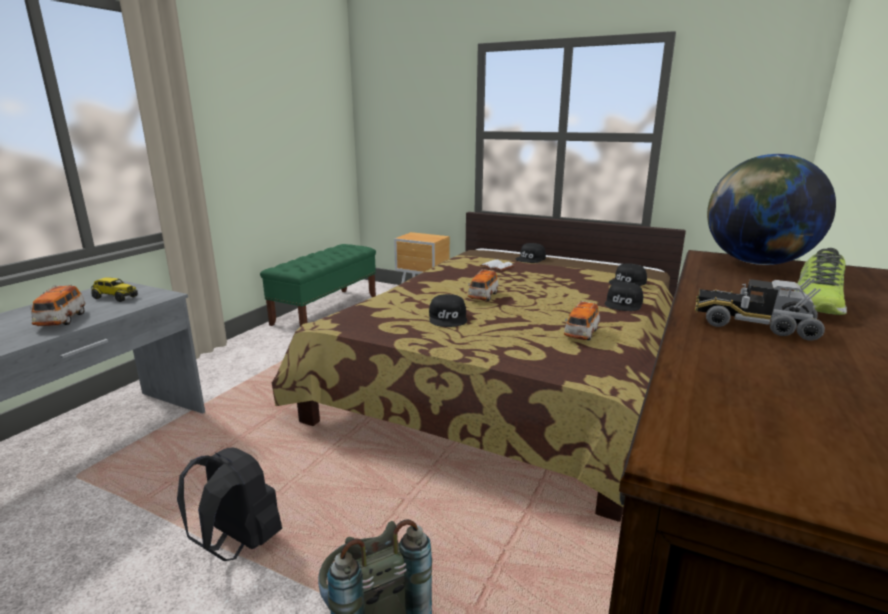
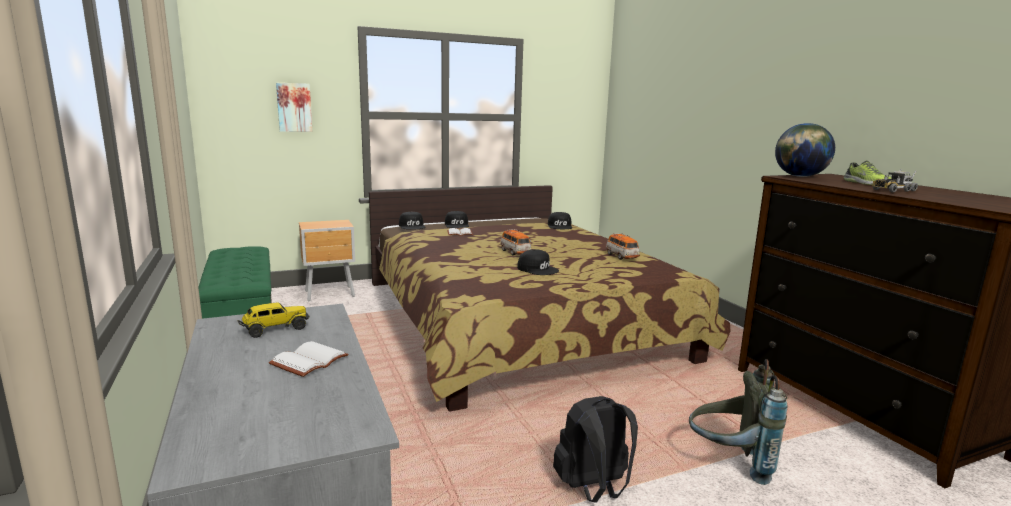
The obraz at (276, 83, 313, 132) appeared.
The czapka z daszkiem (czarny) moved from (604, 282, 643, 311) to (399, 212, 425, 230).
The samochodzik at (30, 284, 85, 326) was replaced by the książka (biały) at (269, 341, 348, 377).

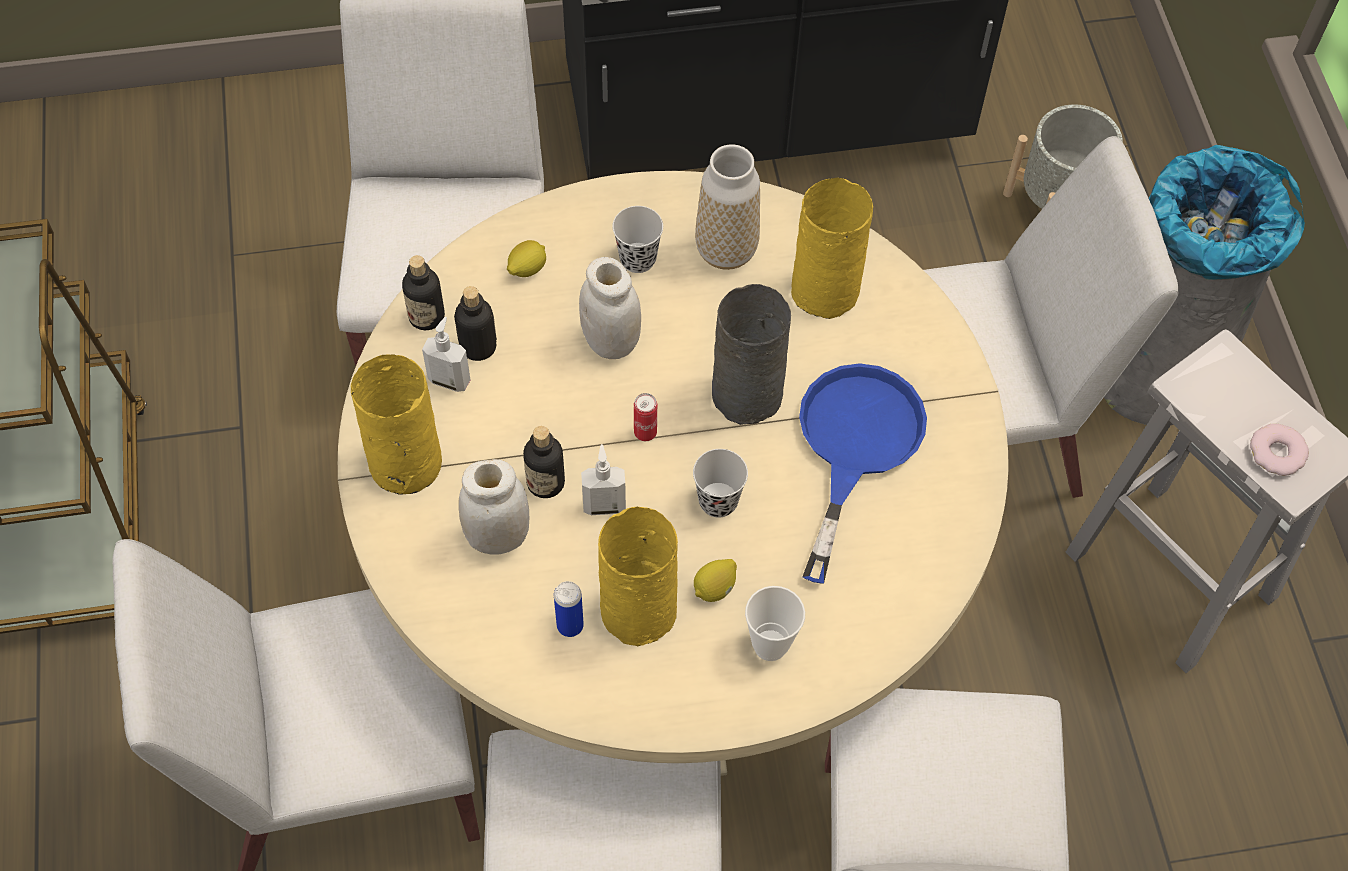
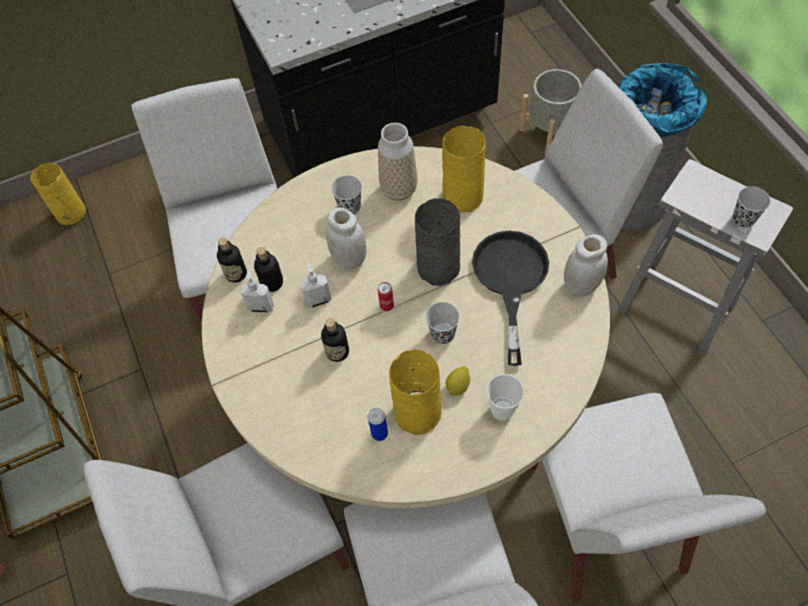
The cytryna at (507, 240, 546, 277) disappeared.
The wazon (żółty) moved from (351, 354, 442, 495) to (30, 163, 86, 225).
The słoik (biały) moved from (459, 459, 529, 555) to (564, 234, 608, 296).
The dozownik mydła moved from (581, 444, 626, 515) to (300, 263, 332, 308).
The donut at (1250, 424, 1309, 476) was replaced by the filiżanka (czarny) at (733, 186, 771, 228).
The patelnia (niebieski) at (799, 363, 927, 584) became the patelnia (czarny) at (472, 231, 549, 366).

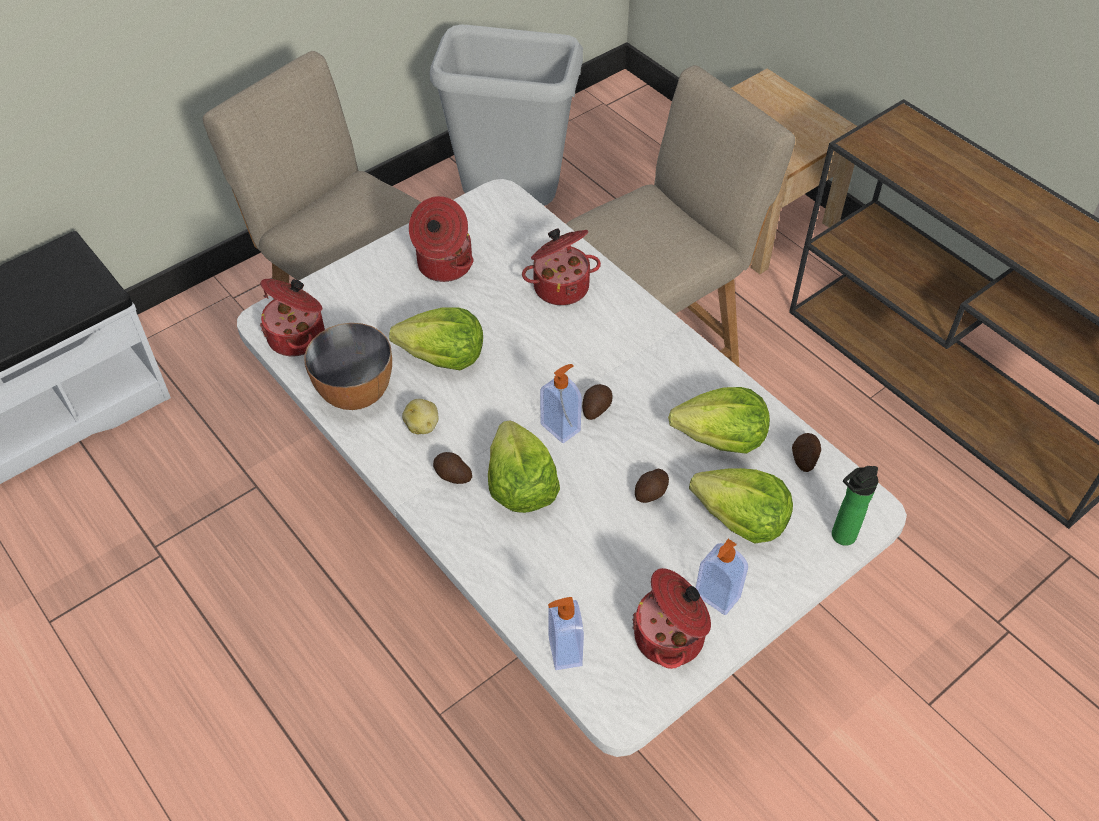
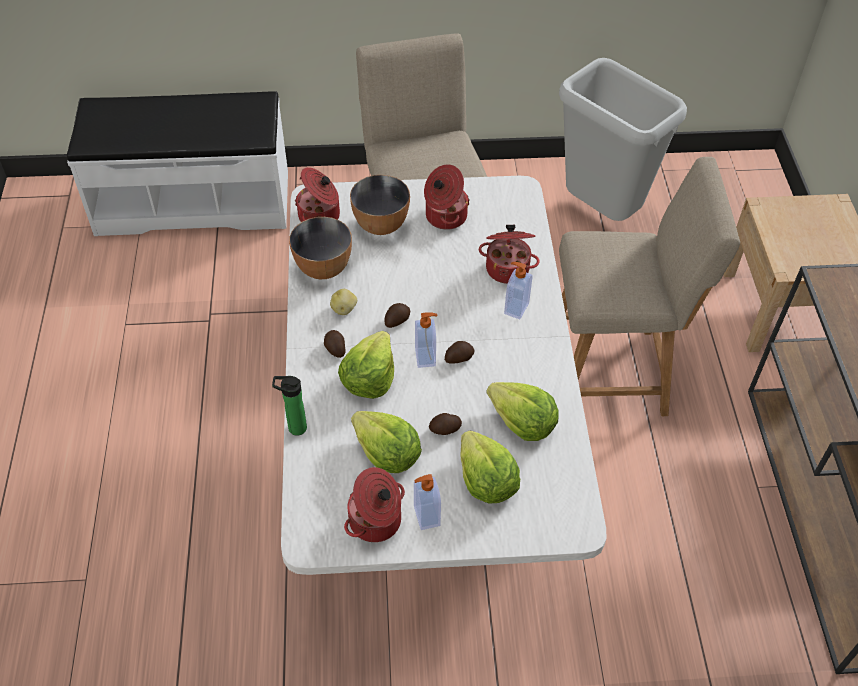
The miska at (350, 175, 410, 235) appeared.
The sałata moved from (389, 307, 483, 370) to (351, 411, 422, 473).
The dozownik mydła moved from (548, 597, 584, 670) to (504, 262, 533, 319).
The ziemniak moved from (792, 433, 821, 472) to (385, 303, 410, 328).
The butelka moved from (832, 466, 878, 546) to (272, 376, 307, 436).

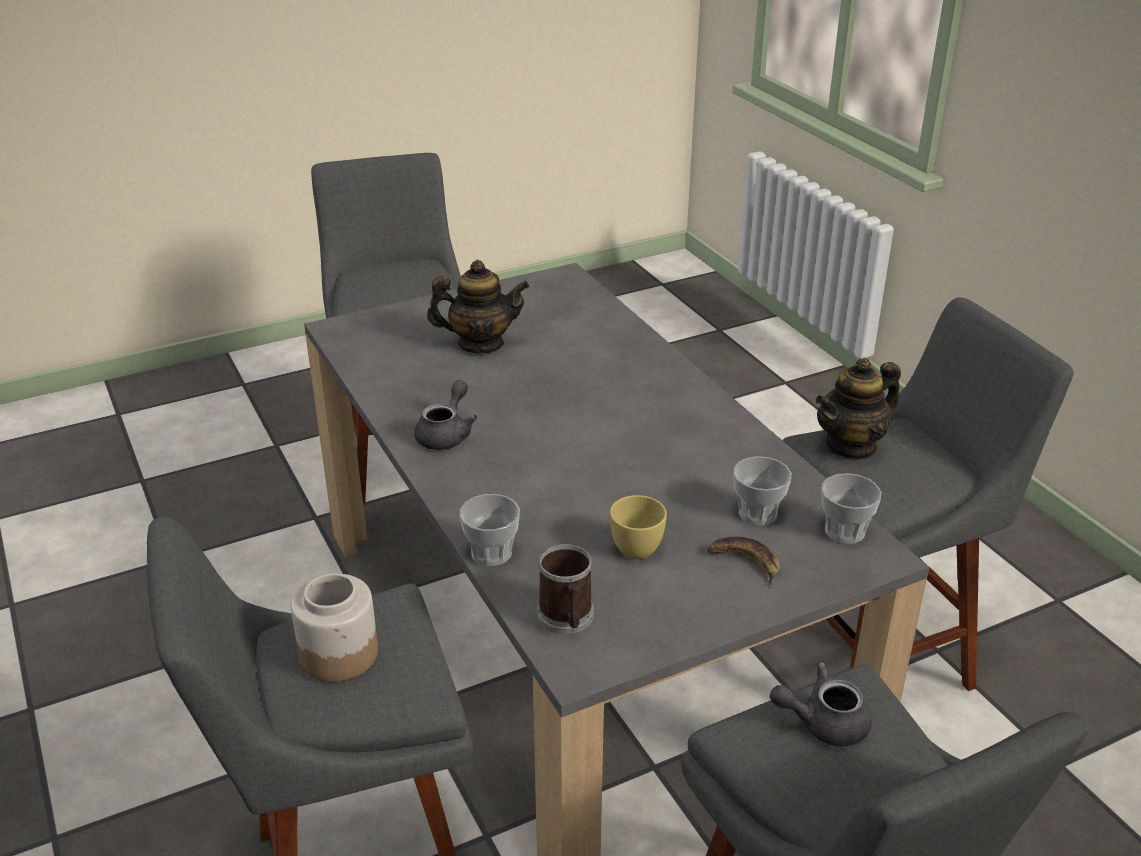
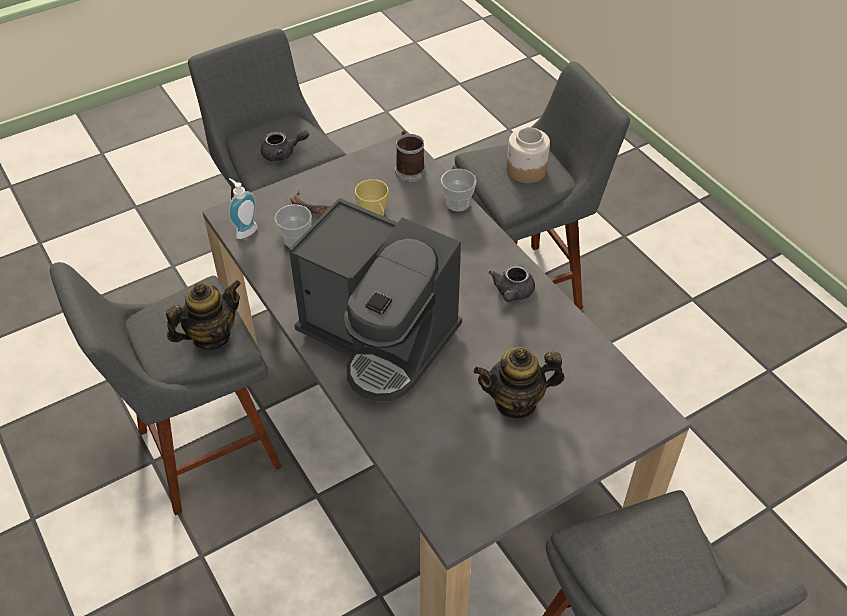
The ekspres do kawy at (289, 198, 462, 402) appeared.
The filiżanka at (821, 473, 881, 544) was replaced by the dozownik mydła at (228, 178, 258, 239).

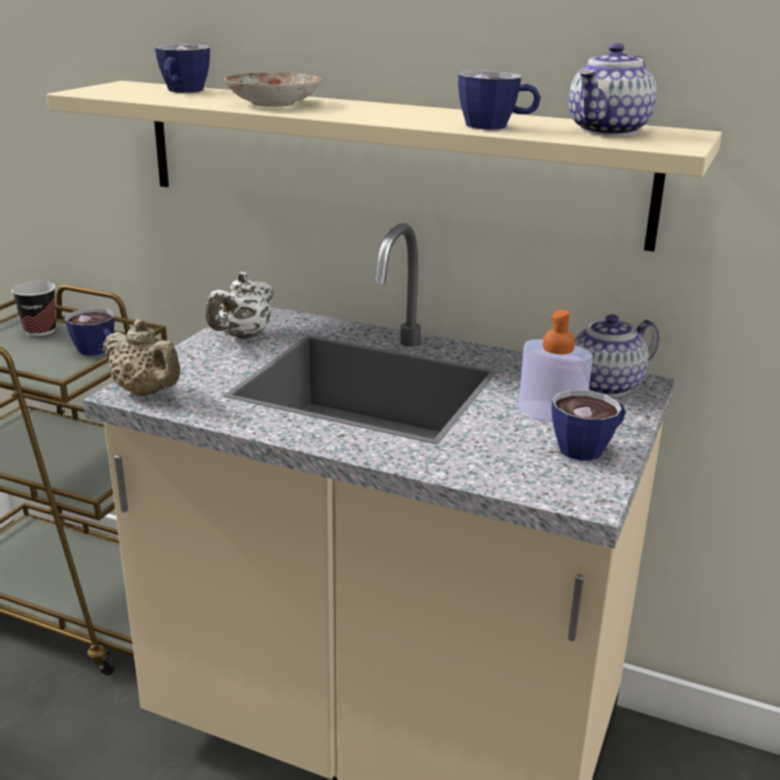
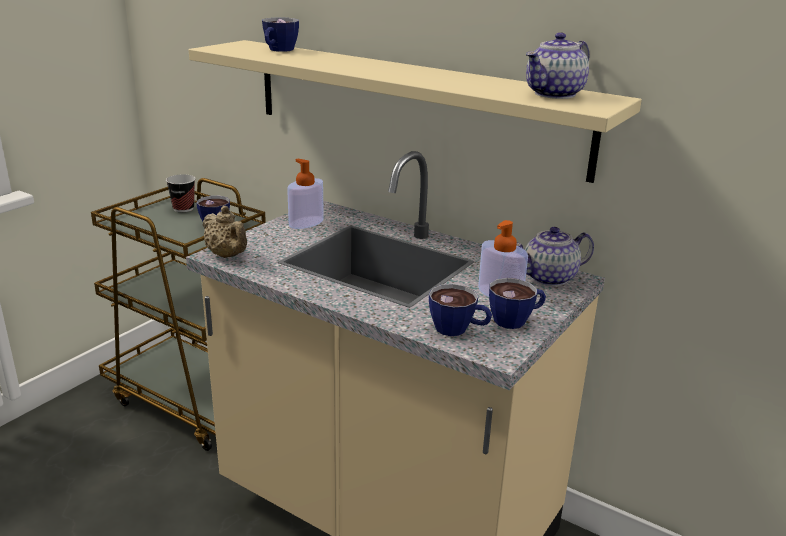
The talerz at (224, 73, 321, 107) disappeared.
The filiżanka moved from (458, 71, 541, 130) to (429, 284, 492, 336).
The imbryk (biały) at (205, 272, 273, 339) was replaced by the dozownik mydła at (287, 159, 324, 229).

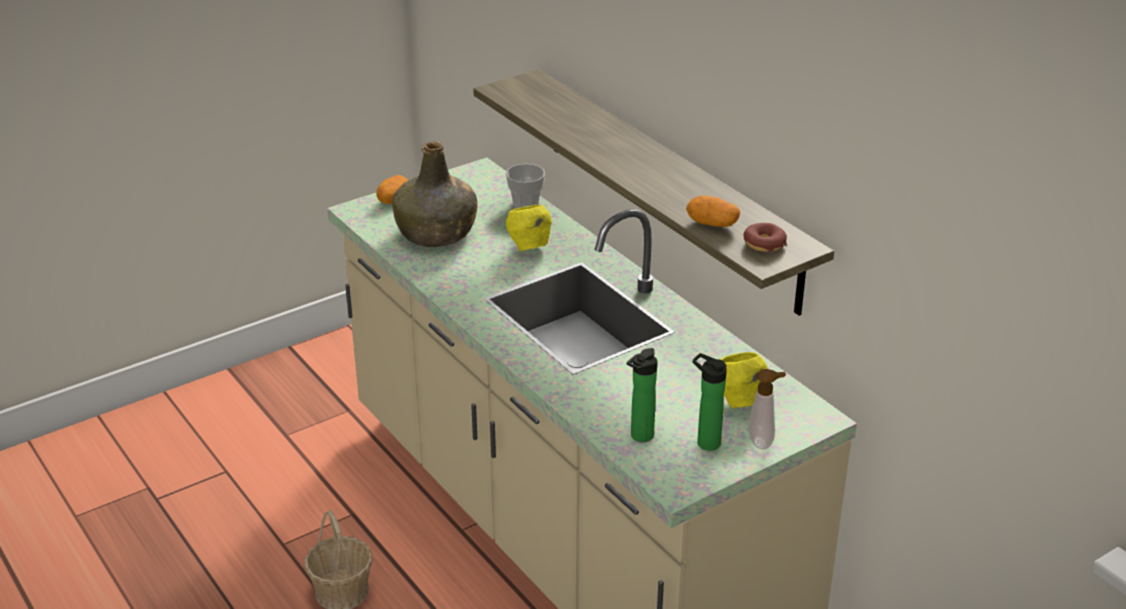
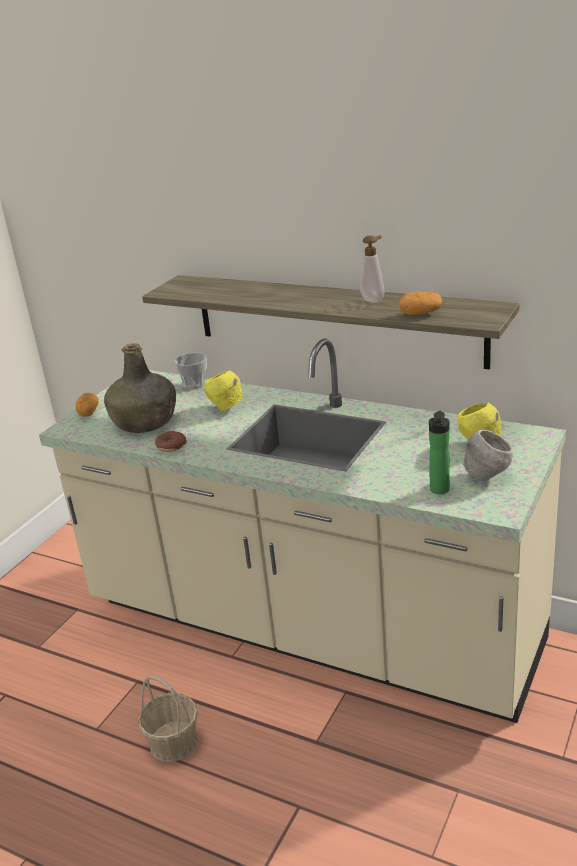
The donut moved from (743, 223, 787, 252) to (155, 431, 187, 452).
The dozownik mydła moved from (748, 369, 786, 449) to (360, 235, 384, 303).
The butelka at (693, 353, 727, 451) was replaced by the miska (szary) at (463, 429, 513, 481).

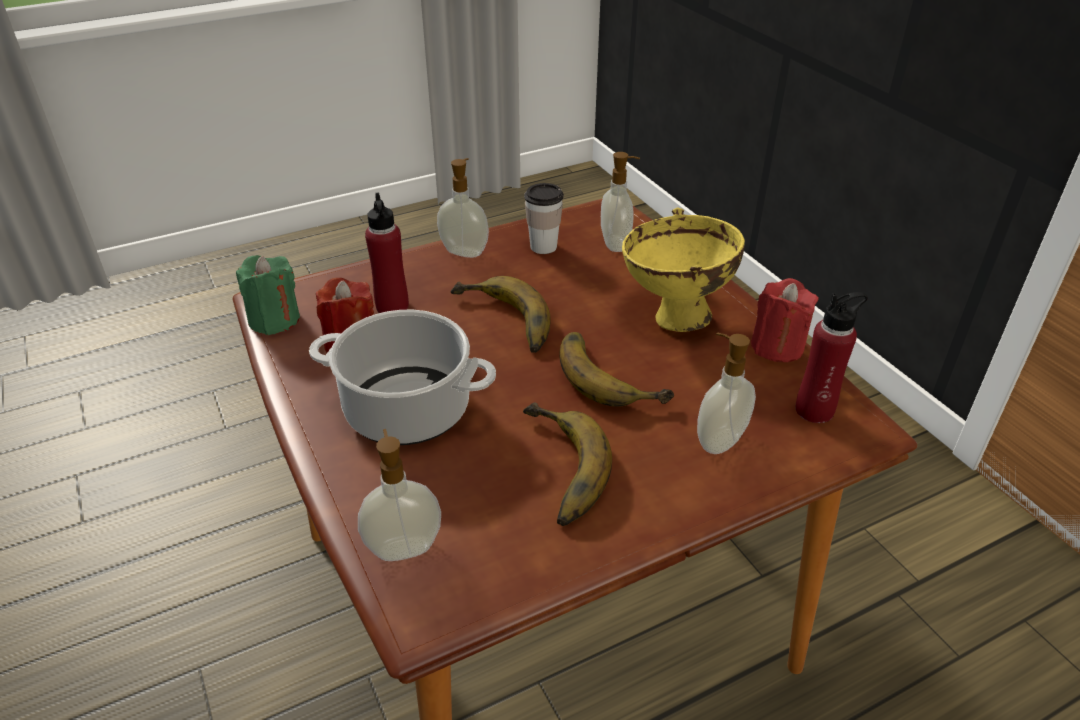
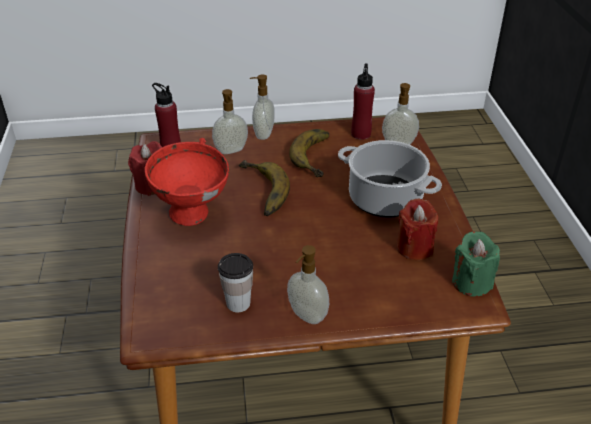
The banan at (450, 276, 551, 353) disappeared.
The butelka (czerwony) moved from (365, 192, 409, 313) to (351, 63, 375, 140).
The dozownik mydła moved from (601, 152, 640, 252) to (250, 75, 275, 140).
The miska (żółty) at (622, 207, 745, 332) became the miska (czerwony) at (144, 138, 229, 226).

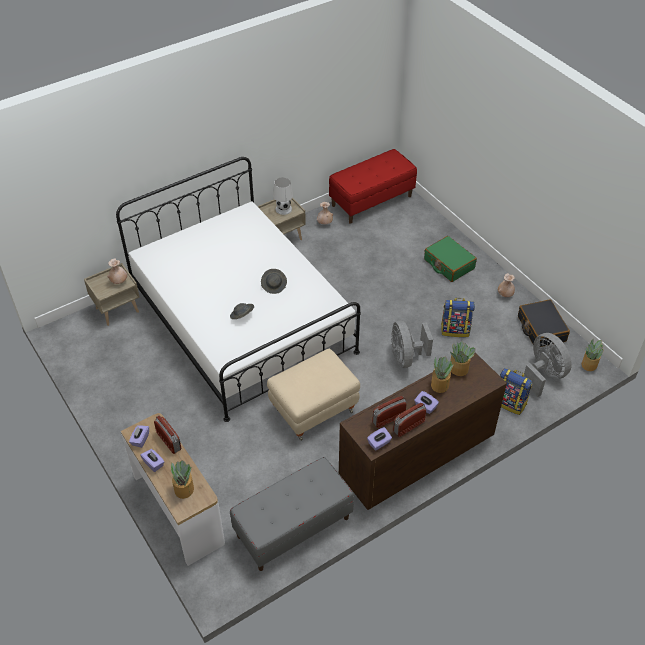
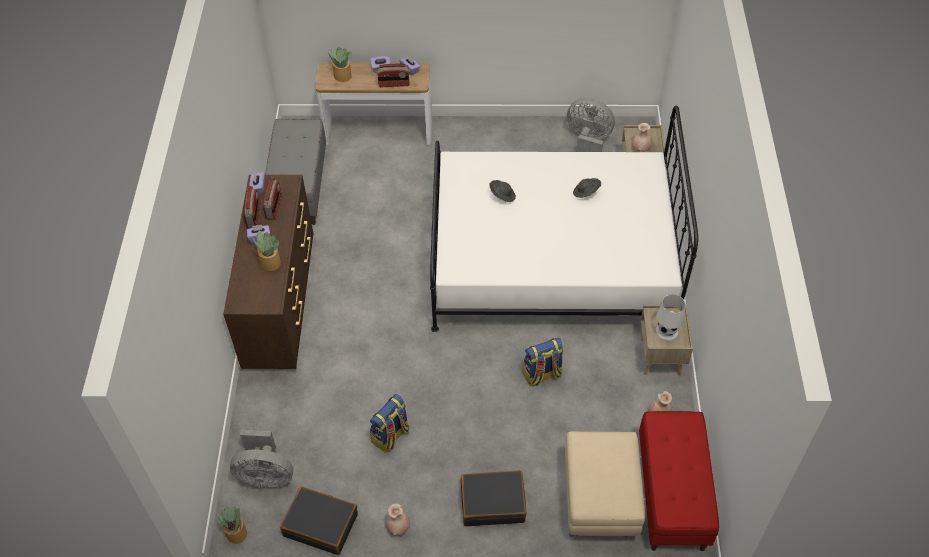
The roślina doniczkowa at (450, 341, 476, 376) disappeared.
The kapelusz (szary) moved from (261, 269, 287, 294) to (573, 178, 601, 198).
The pufa (beżowy) moved from (267, 349, 360, 441) to (565, 431, 645, 537).
The wentylator (szary) moved from (391, 321, 433, 368) to (567, 98, 615, 152).
The plecak moved from (500, 368, 532, 415) to (523, 337, 563, 386).
The walizka (zielony) at (424, 236, 477, 282) became the walizka (czarny) at (461, 470, 526, 526).

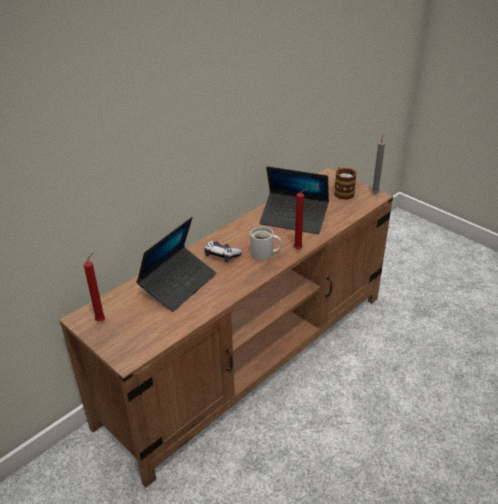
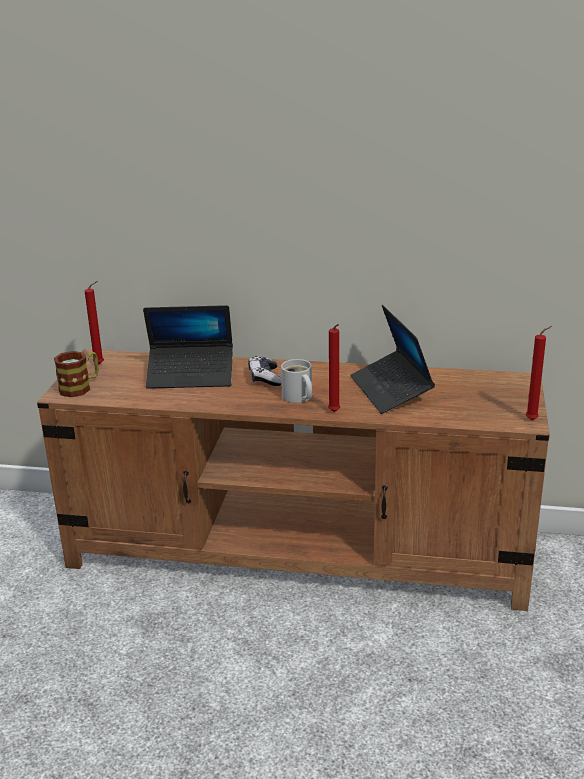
The kubek moved from (334, 166, 357, 200) to (54, 351, 99, 397).
The świeca (szary) at (372, 135, 385, 194) became the świeca (czerwony) at (526, 326, 552, 420).

